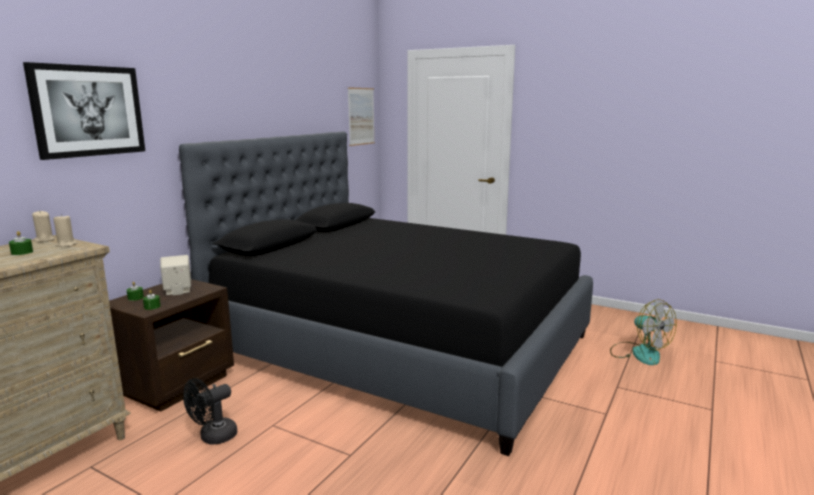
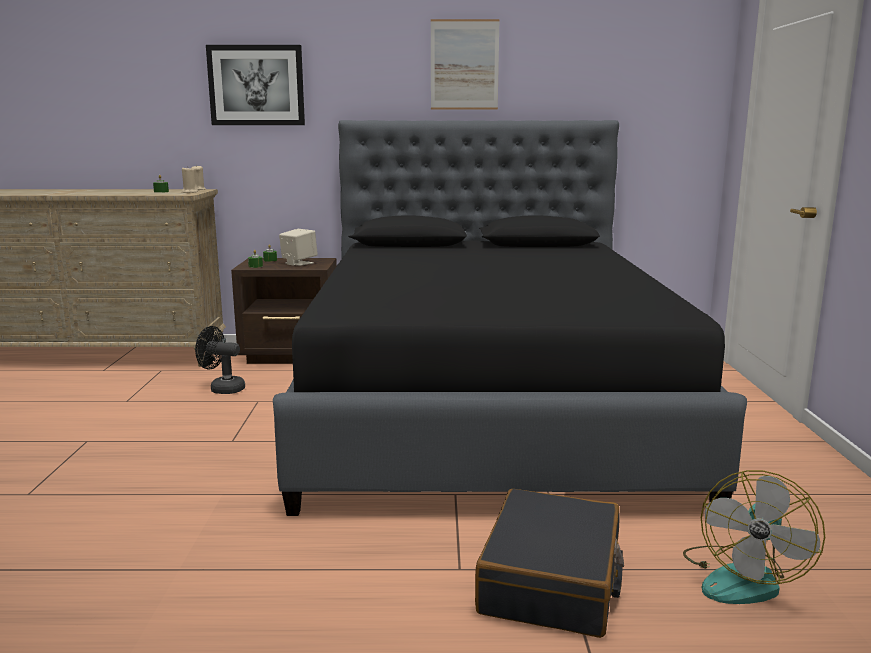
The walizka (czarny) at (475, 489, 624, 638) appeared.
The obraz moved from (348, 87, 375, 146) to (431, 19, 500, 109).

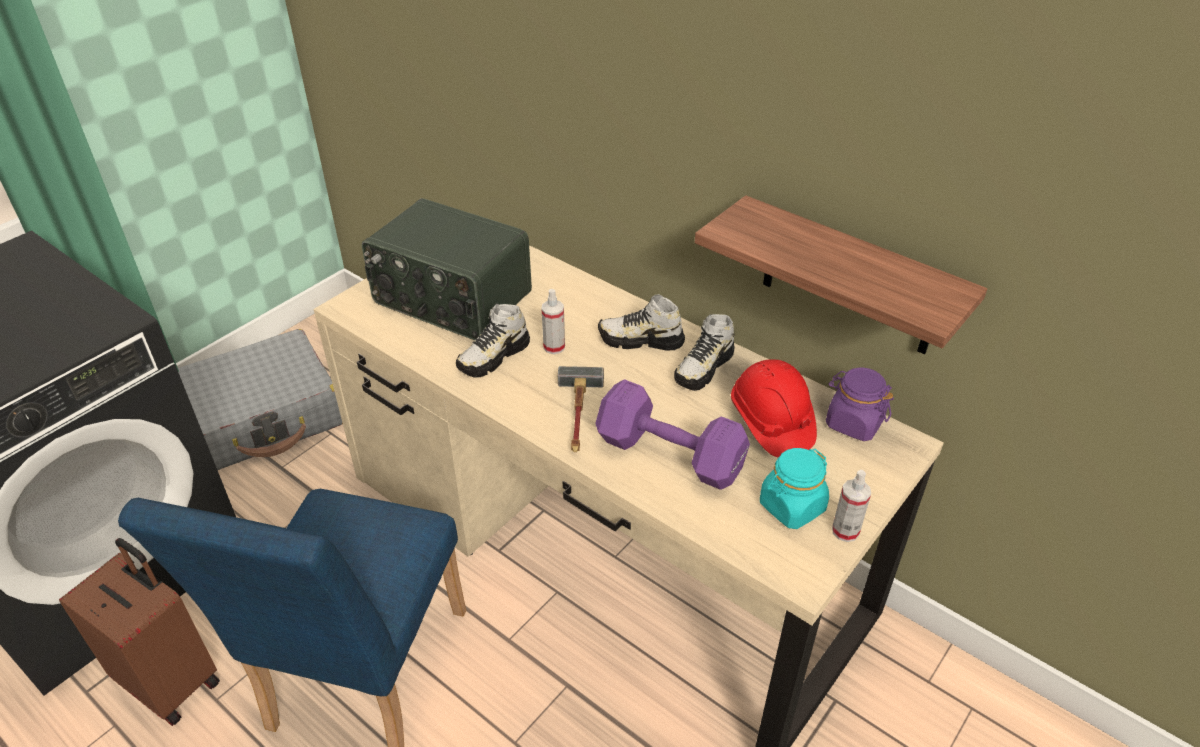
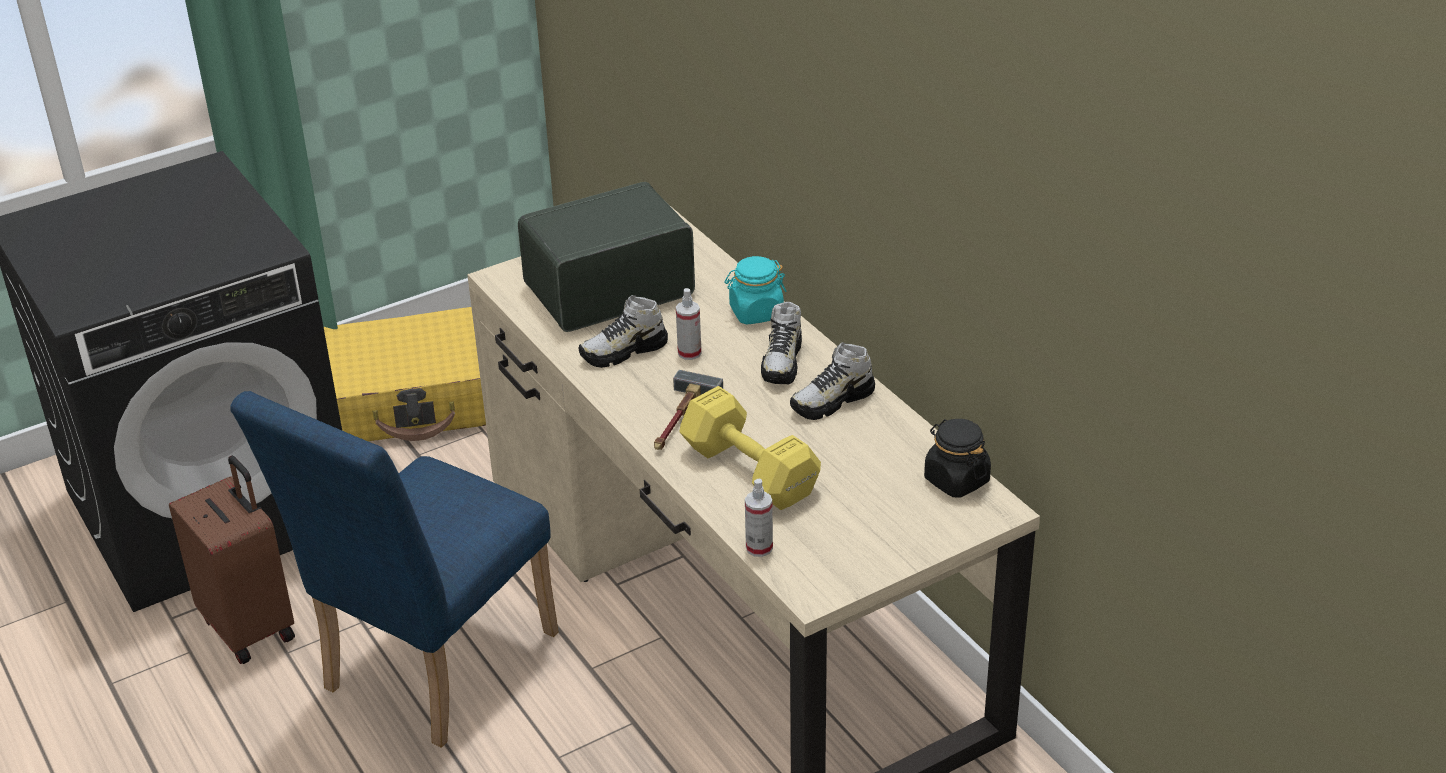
The półka at (695, 195, 987, 354) disappeared.
The kask (czerwony) at (731, 359, 817, 458) disappeared.
The słoik (turkusowy) moved from (760, 448, 829, 529) to (725, 256, 787, 325).
The spryskiwacz moved from (832, 470, 871, 542) to (745, 478, 773, 557).
The walizka (szary) at (178, 329, 343, 470) became the walizka (żółty) at (324, 307, 486, 441).
The hantel (fioletowy) at (595, 379, 750, 490) became the hantel (żółty) at (679, 386, 821, 510).
The słoik (fioletowy) at (826, 367, 894, 441) became the słoik (czarny) at (924, 419, 991, 498).
The radio at (362, 198, 532, 340) turned 105 degrees clockwise.
The but at (598, 294, 685, 351) turned 105 degrees counterclockwise.

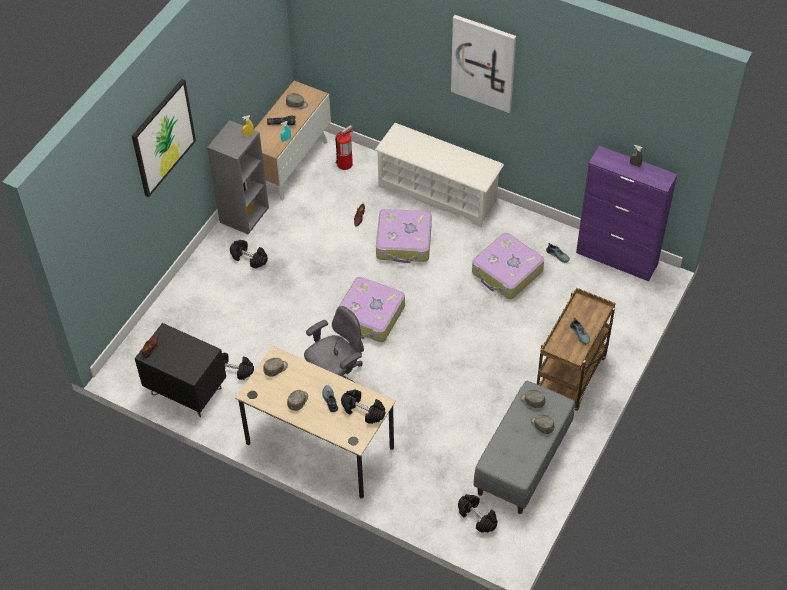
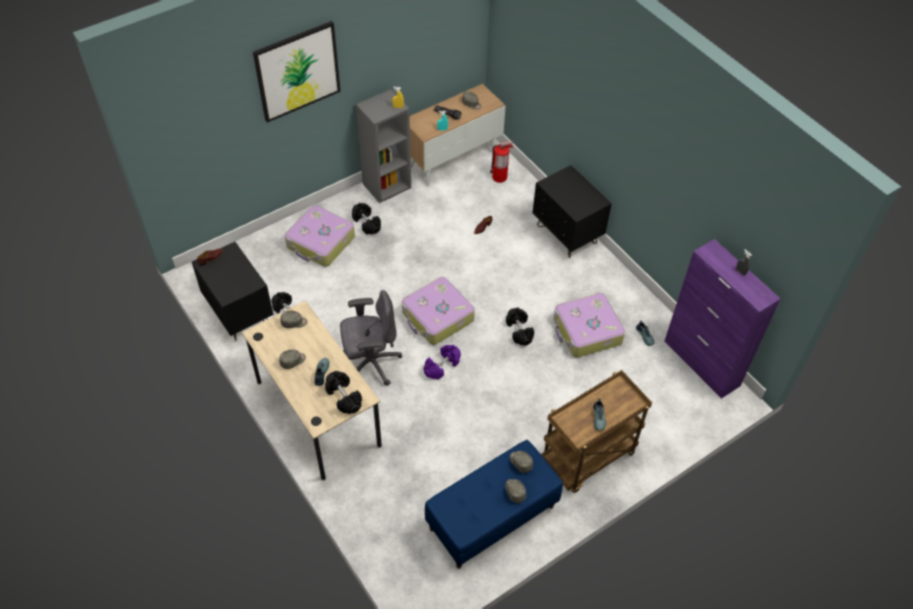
The obraz at (451, 15, 516, 113) disappeared.
The hantel (fioletowy) at (424, 345, 461, 379) appeared.
The walizka moved from (376, 209, 432, 263) to (285, 205, 355, 267).
The hantel (czarny) moved from (458, 494, 498, 532) to (506, 307, 534, 346).
The regał na buty (biały) at (375, 123, 504, 227) was replaced by the szafka nocna (czarny) at (533, 165, 612, 258).
The ławka (szary) at (474, 381, 575, 514) became the ławka (niebieski) at (425, 440, 563, 569).

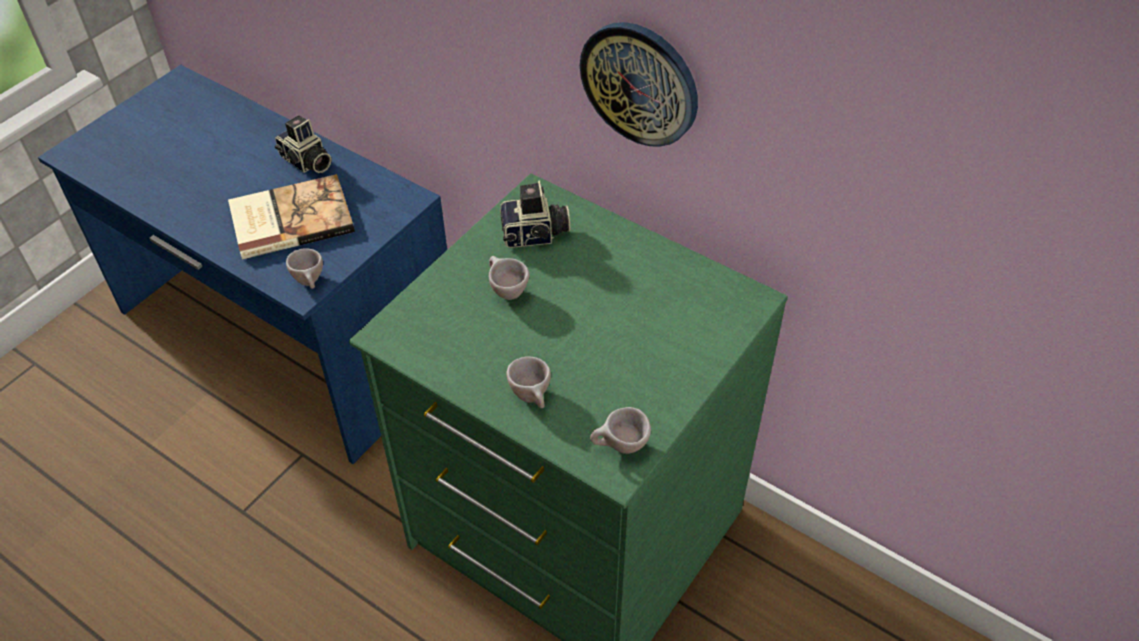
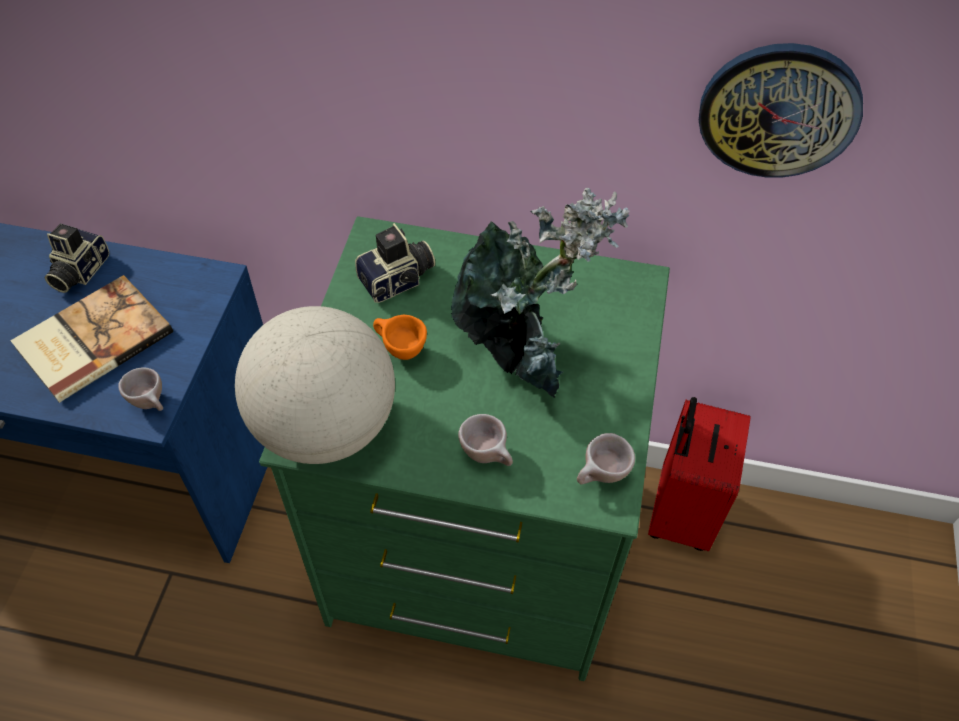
The globus at (235, 306, 395, 464) appeared.
The roślina doniczkowa at (451, 188, 629, 398) appeared.
The walizka (czerwony) at (648, 397, 751, 551) appeared.
The zegar ścienny moved from (580, 22, 698, 147) to (699, 43, 863, 178).
The filiżanka (beżowy) at (489, 256, 529, 300) became the filiżanka (pomarańczowy) at (373, 315, 427, 360).
The aparat fotograficzny at (275, 115, 332, 173) turned 90 degrees clockwise.

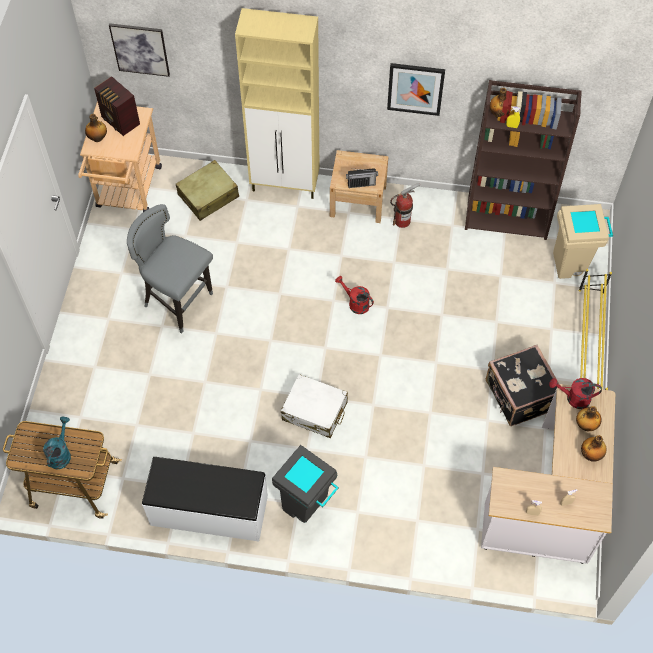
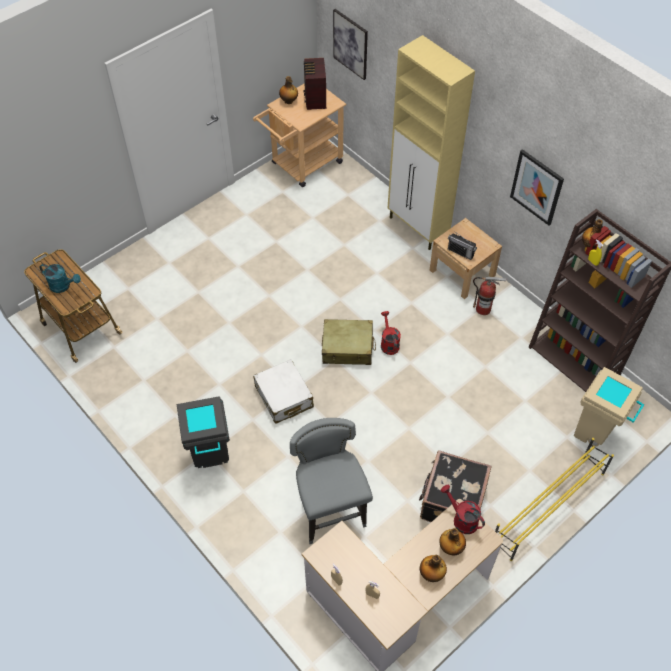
The ławka (biały) at (142, 457, 268, 541) disappeared.
The stołek (szary) moved from (127, 204, 213, 333) to (290, 418, 373, 544).
The walizka (beżowy) moved from (176, 160, 239, 221) to (322, 319, 376, 365).
The konewka (turkusowy) at (43, 417, 71, 469) turned 60 degrees clockwise.

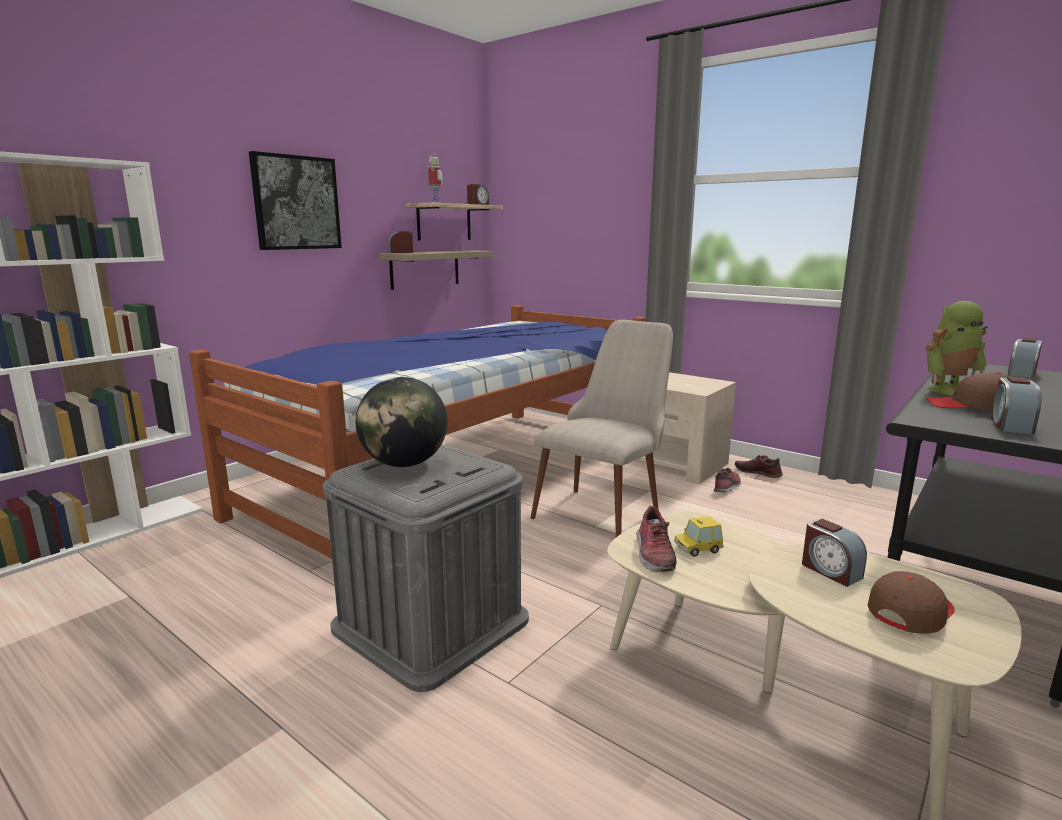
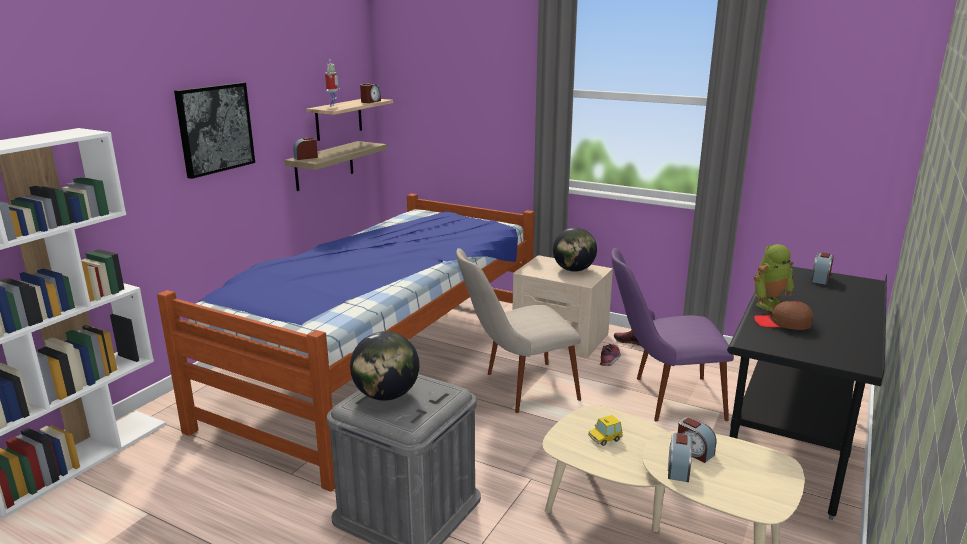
The but at (636, 506, 676, 572) disappeared.
The czapka z daszkiem (brązowy) at (868, 571, 955, 634) disappeared.
The globus at (553, 228, 597, 272) appeared.
The krzesło (fioletowy) at (611, 248, 734, 422) appeared.
The budzik moved from (991, 376, 1042, 435) to (668, 433, 692, 482).
The krzesło (beżowy) at (531, 320, 673, 537) turned 135 degrees counterclockwise.

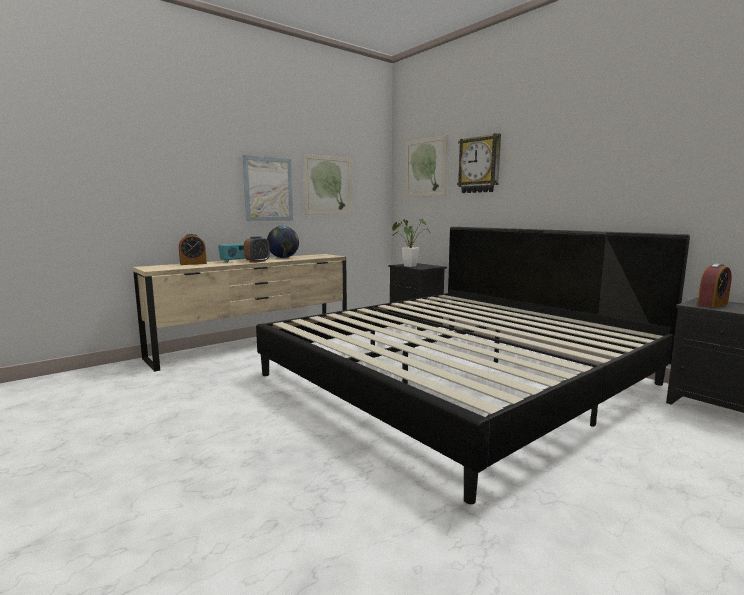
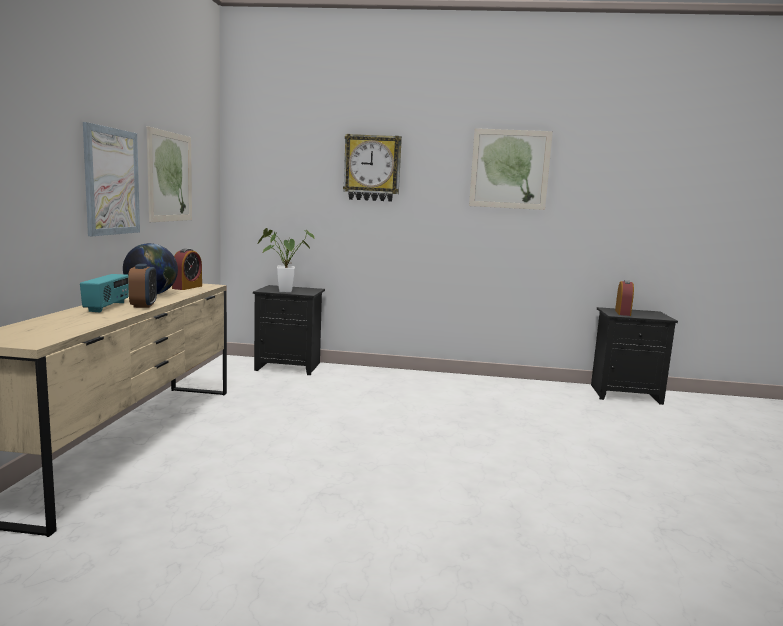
The łóżko at (256, 227, 690, 504) disappeared.
The budzik moved from (179, 234, 207, 265) to (172, 248, 202, 290).
The obraz moved from (405, 135, 448, 197) to (469, 128, 553, 210).

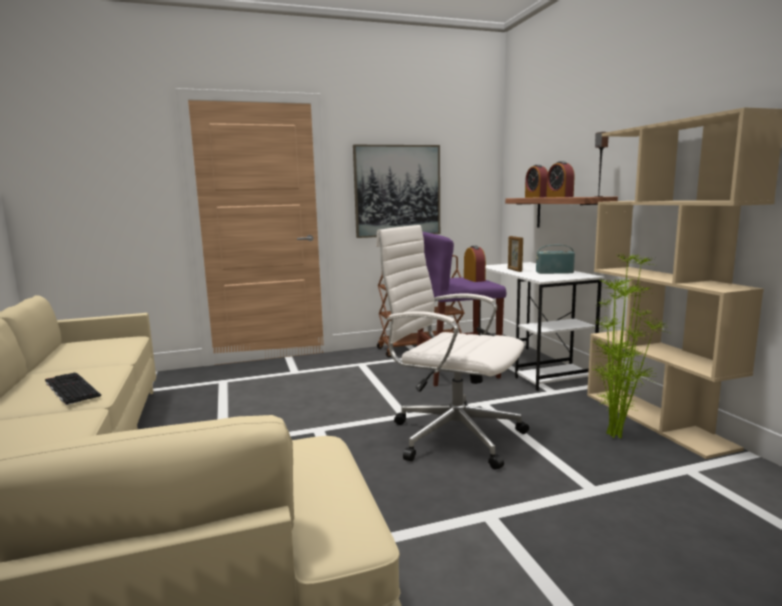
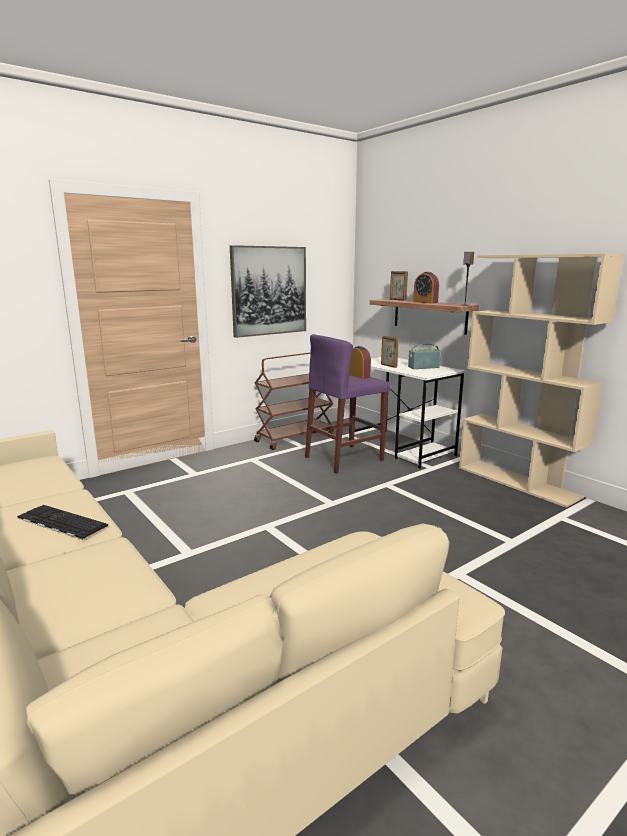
The krzesło biurowe (biały) at (376, 225, 529, 470) disappeared.
The roślina doniczkowa at (591, 253, 669, 439) disappeared.
The budzik at (525, 165, 548, 198) was replaced by the ramka na zdjęcie at (390, 271, 408, 301).

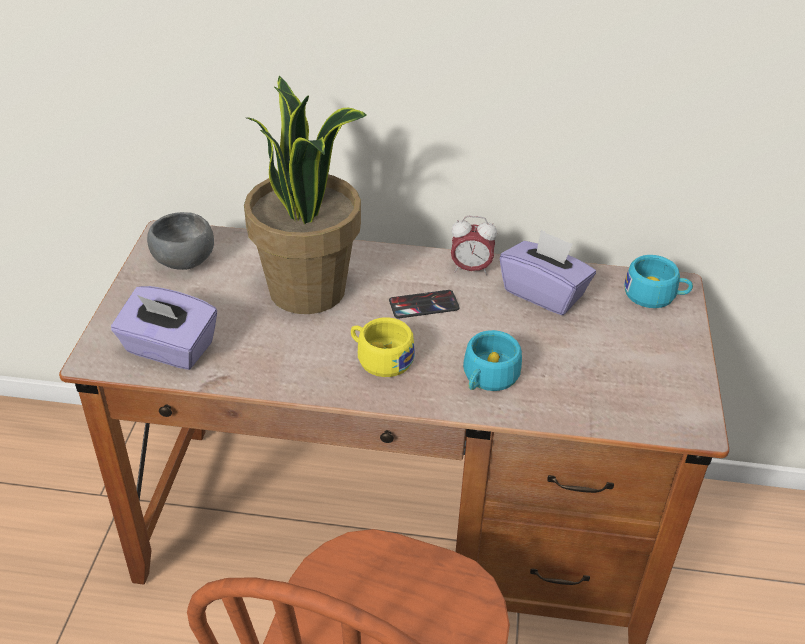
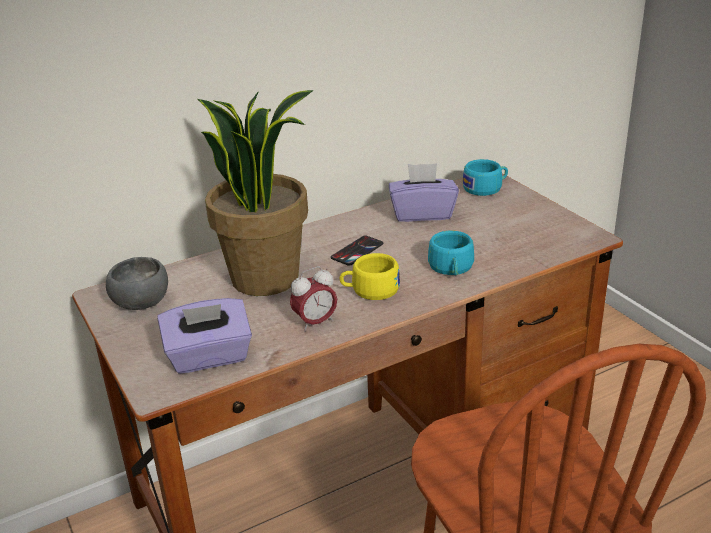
The budzik moved from (451, 216, 497, 275) to (290, 266, 337, 332).

